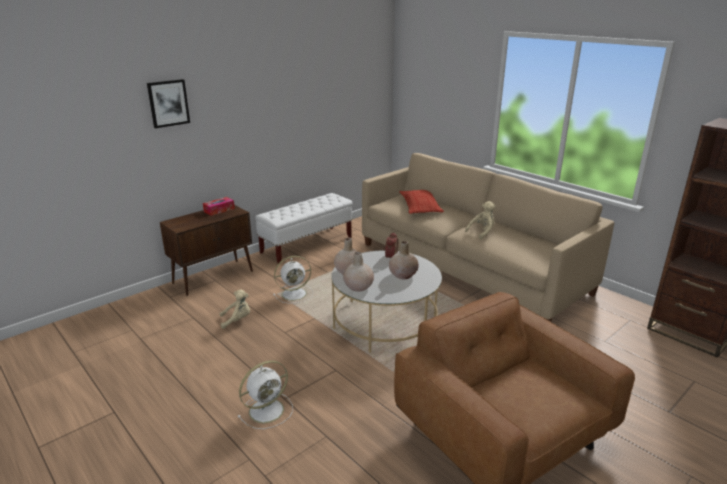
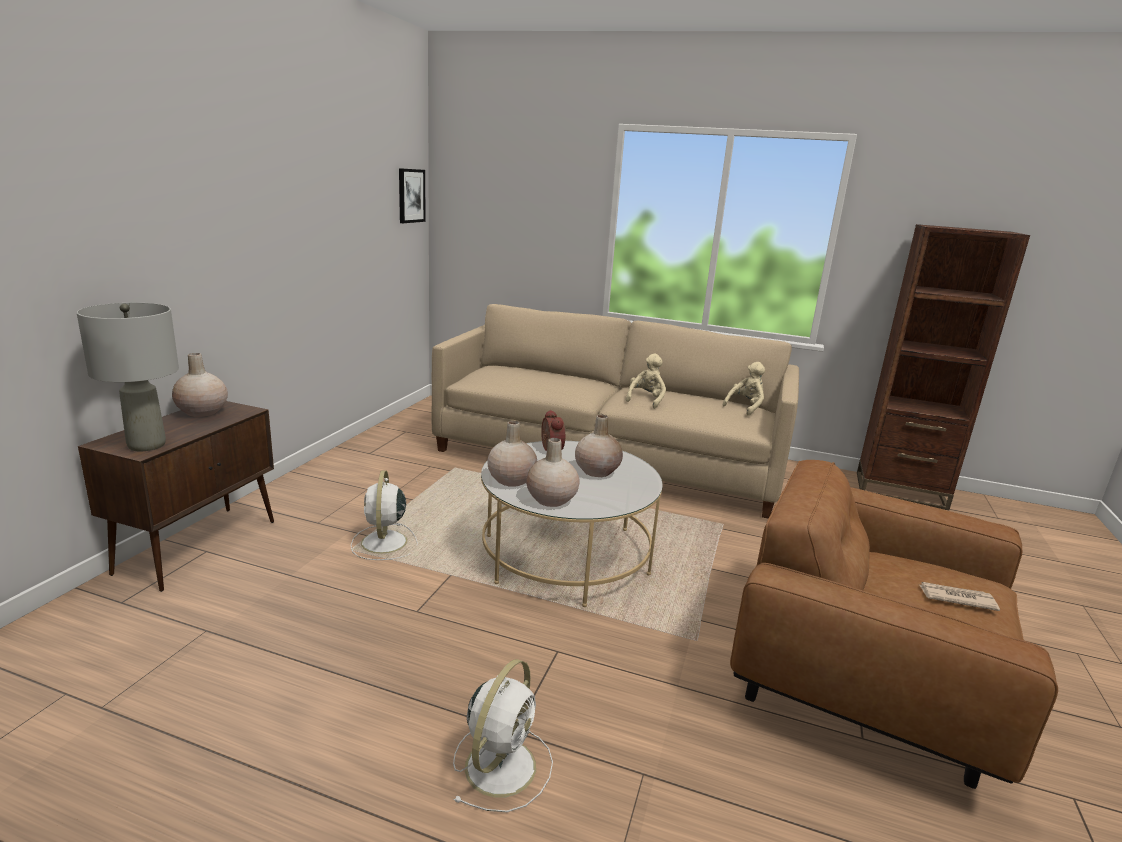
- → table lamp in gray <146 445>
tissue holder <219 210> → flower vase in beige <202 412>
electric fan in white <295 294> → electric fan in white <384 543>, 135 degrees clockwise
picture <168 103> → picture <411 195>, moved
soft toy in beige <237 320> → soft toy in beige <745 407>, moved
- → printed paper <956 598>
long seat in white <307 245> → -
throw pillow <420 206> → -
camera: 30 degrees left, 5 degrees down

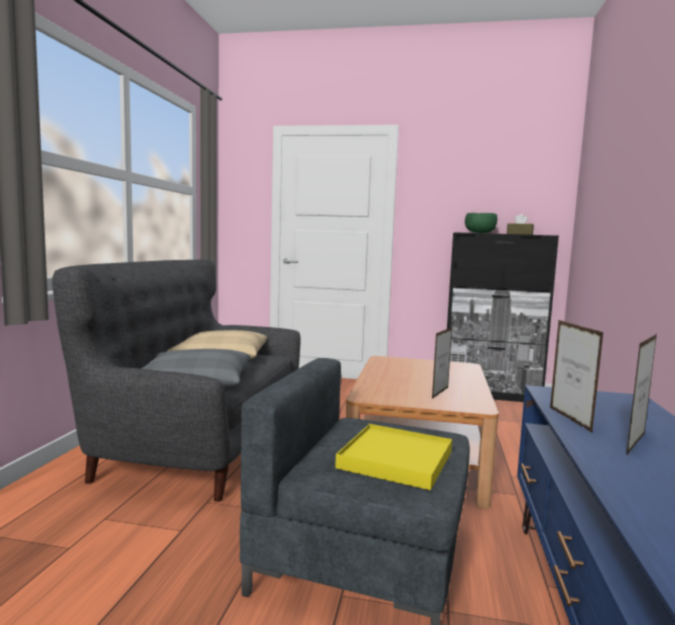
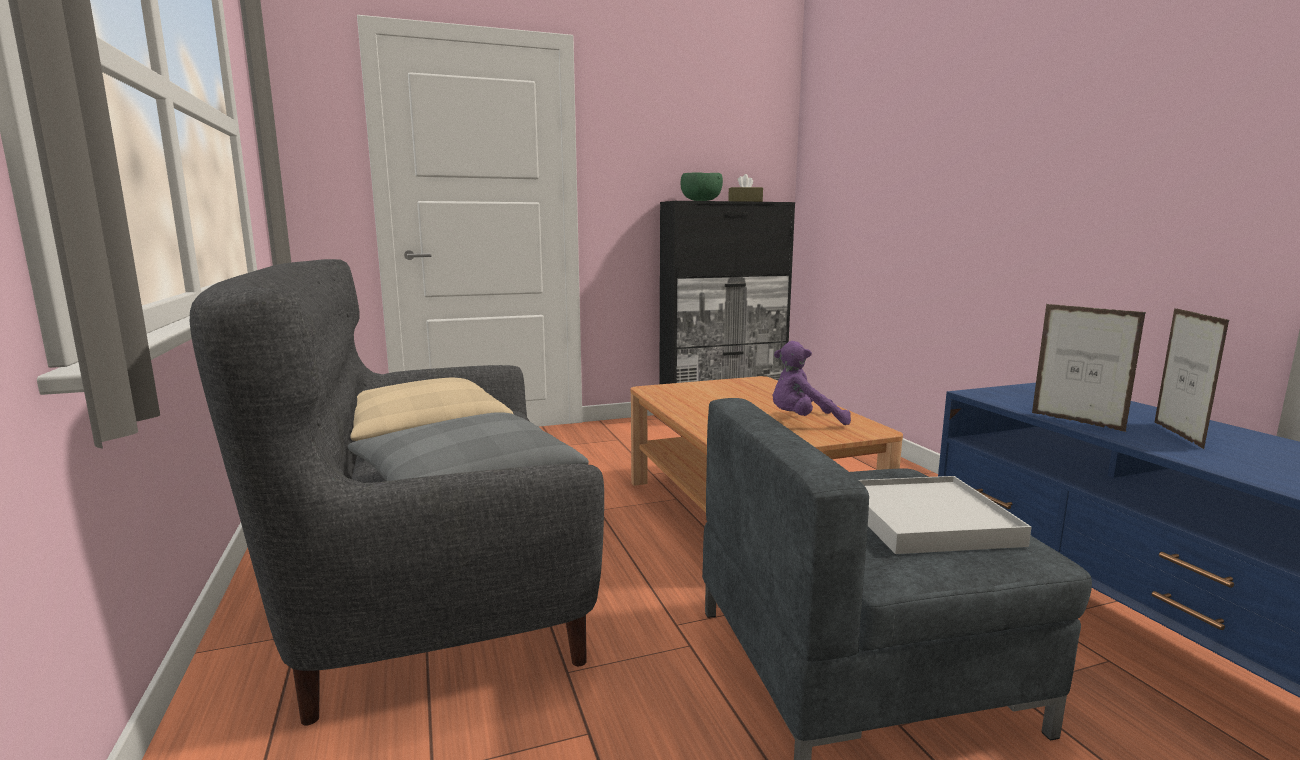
standing frame <440 393> → soft toy in purple <803 421>
tray in yellow-coloured <395 459> → tray in white <926 520>
camera: 30 degrees left, 5 degrees up

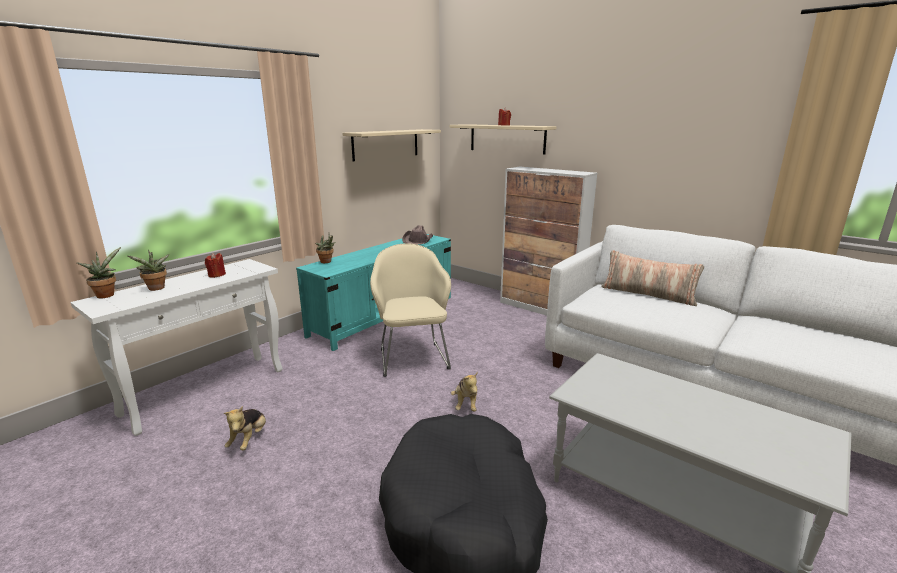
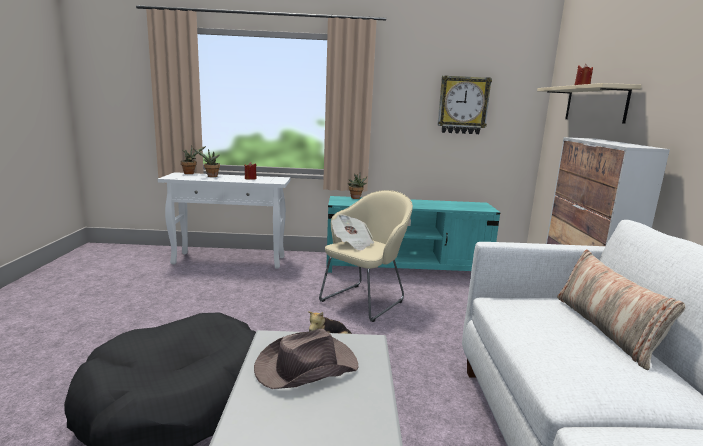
clothing hat in brownish <418 240> → clothing hat in brownish <305 367>, moved
- → printed paper <352 243>
wall shelf in beige <386 144> → wall clock <463 105>
soft toy <249 439> → -
camera: 50 degrees right, 5 degrees down

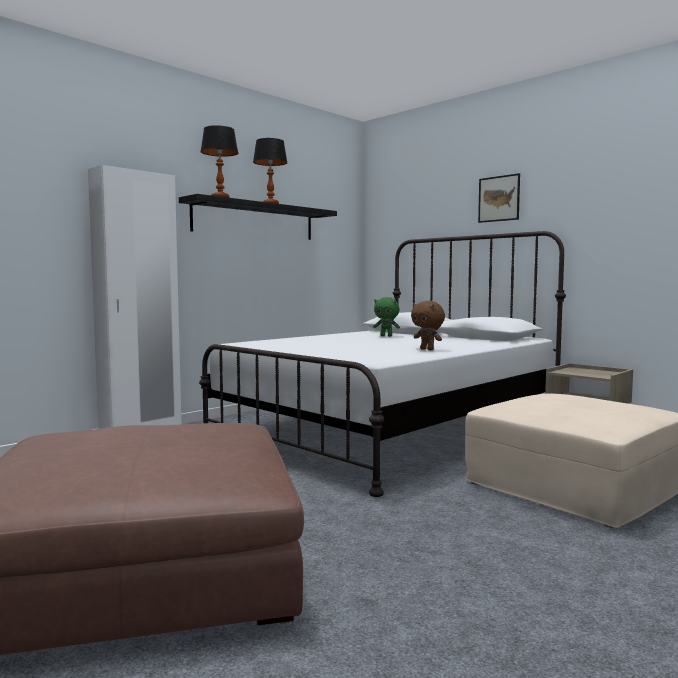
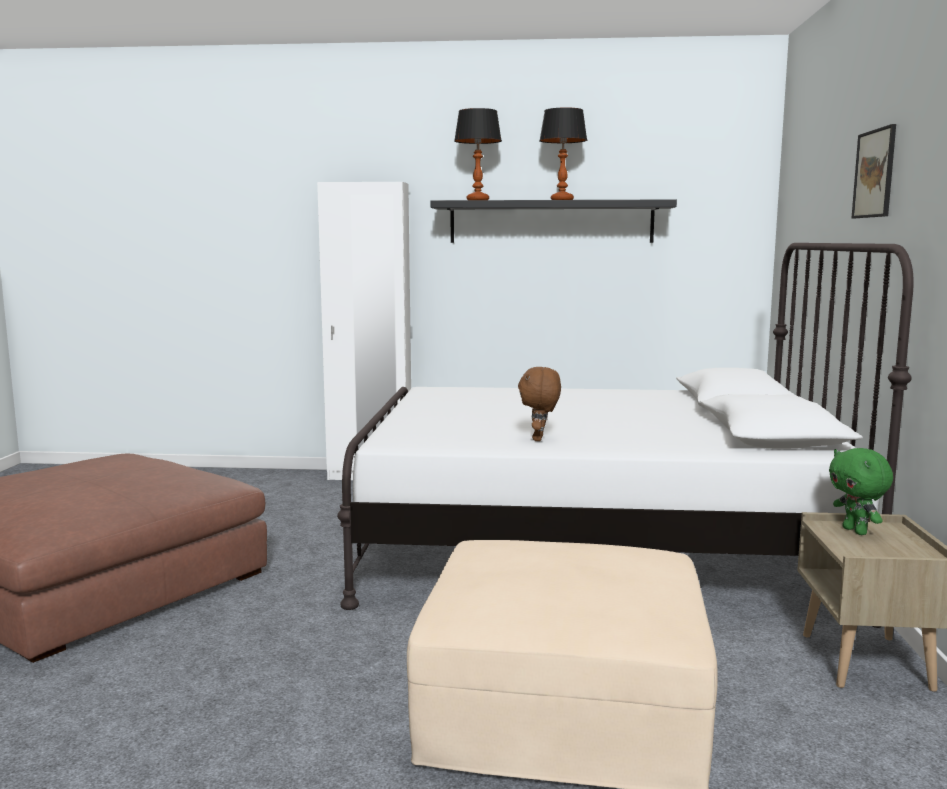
soft toy in green <386 336> → soft toy in green <856 531>, moved
camera: 50 degrees right, 5 degrees up

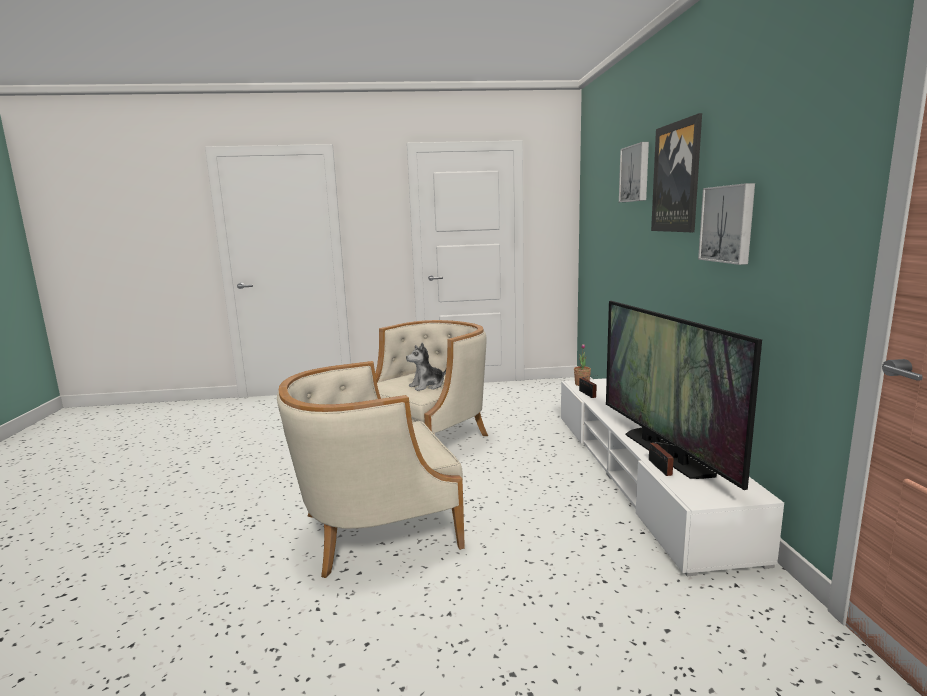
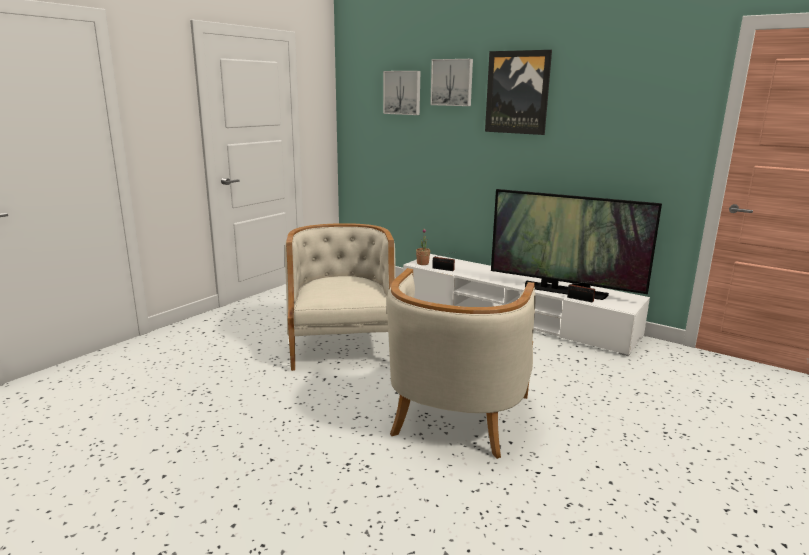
picture <728 224> → picture <402 92>, moved
soft toy <427 386> → -
camera: 50 degrees left, 5 degrees up

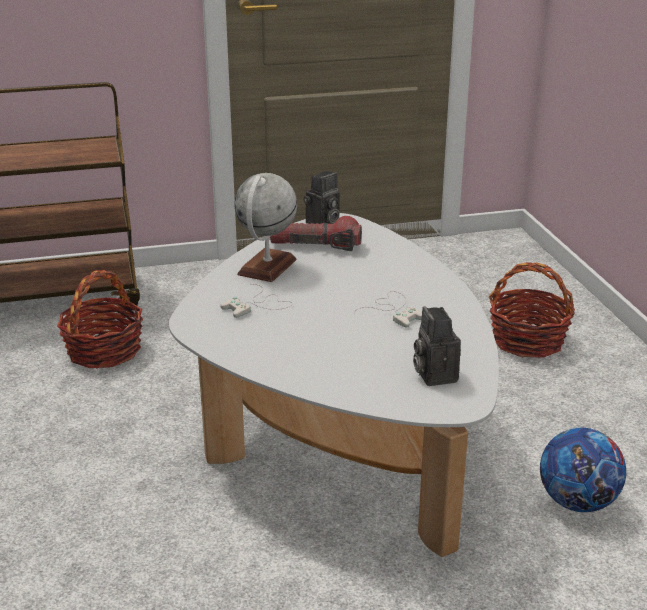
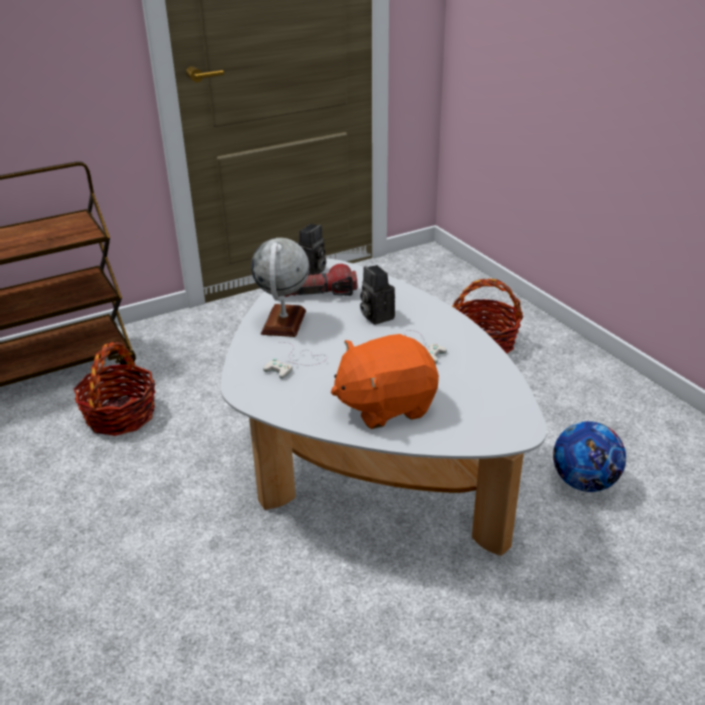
- → soft toy in orangey <385 405>
photo camera <433 375> → photo camera <375 316>, moved
camera: 15 degrees left, 5 degrees up

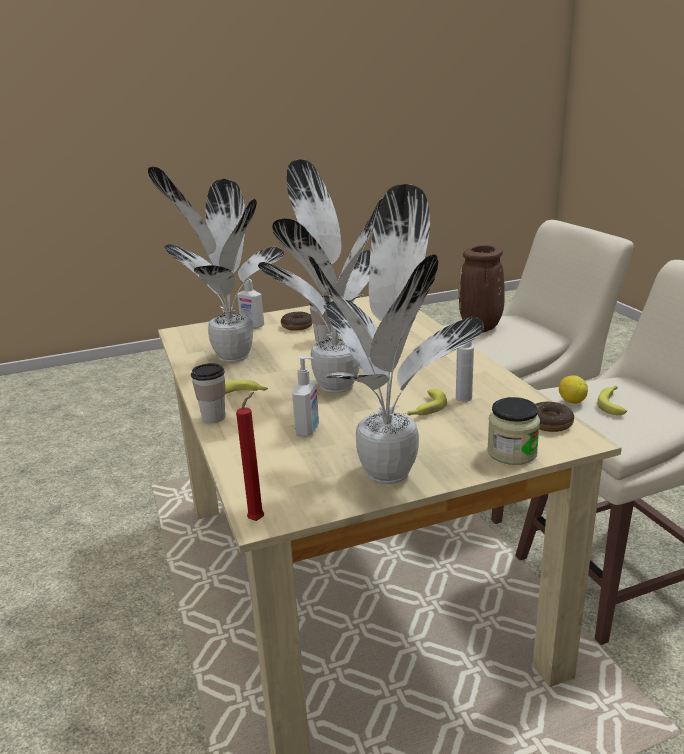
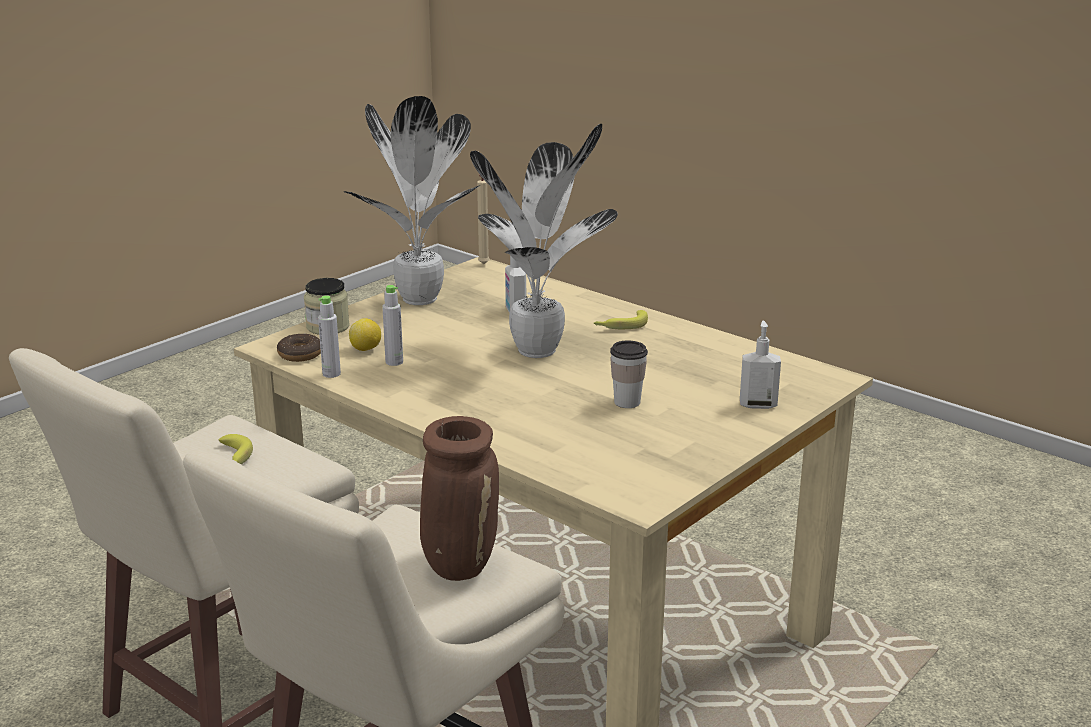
- → drink bottle in gray <331 374>
citrus fruit <571 401> → citrus fruit <366 349>, moved
candle in red <258 519> → candle in beige <483 265>
plant in a pot <230 357> → -
small cup <213 417> → -
donut <297 326> → -
whole banana <424 409> → -
camera: 150 degrees right, 0 degrees up

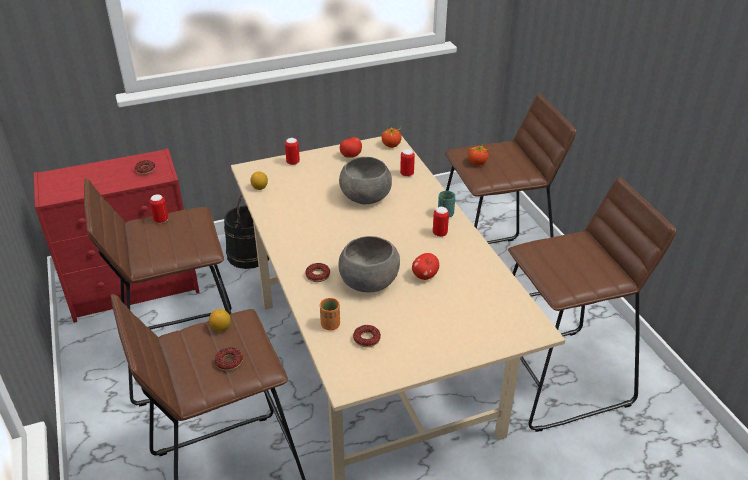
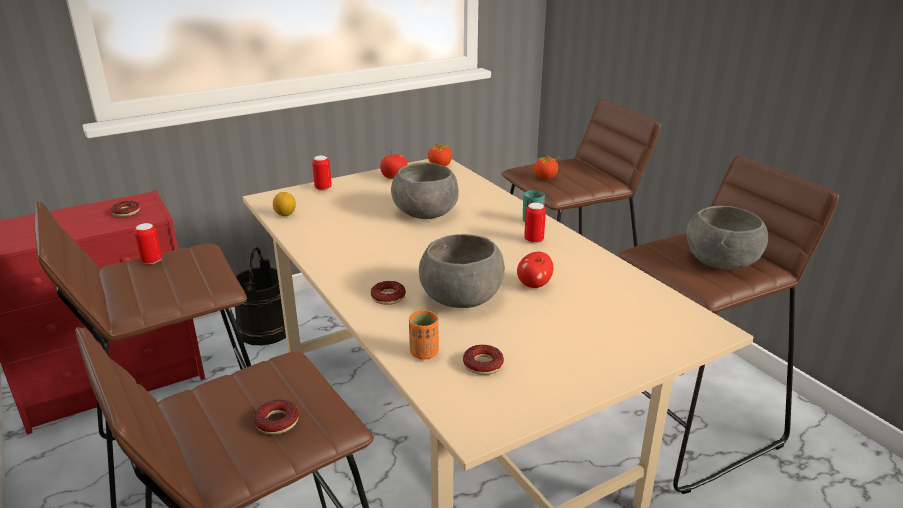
- → deep dish in gray <721 261>
citrus fruit <221 328> → -
sealed can <407 174> → -
camera: 10 degrees left, 10 degrees down

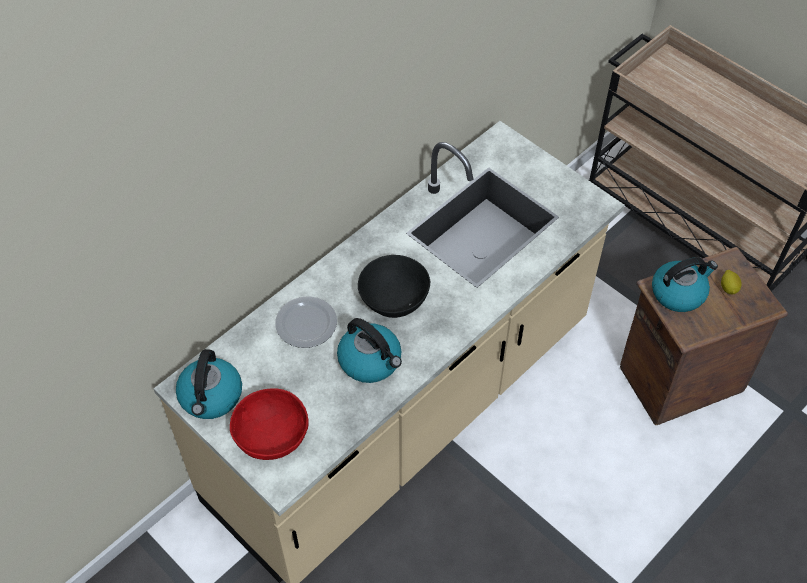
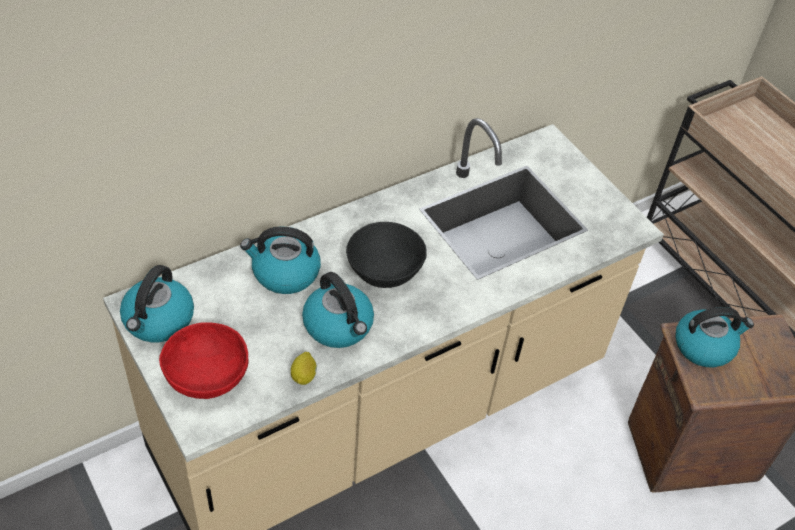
flat dish <307 324> → water kettle <284 273>
citrus fruit <728 288> → citrus fruit <304 376>, moved
camera: 10 degrees right, 5 degrees down

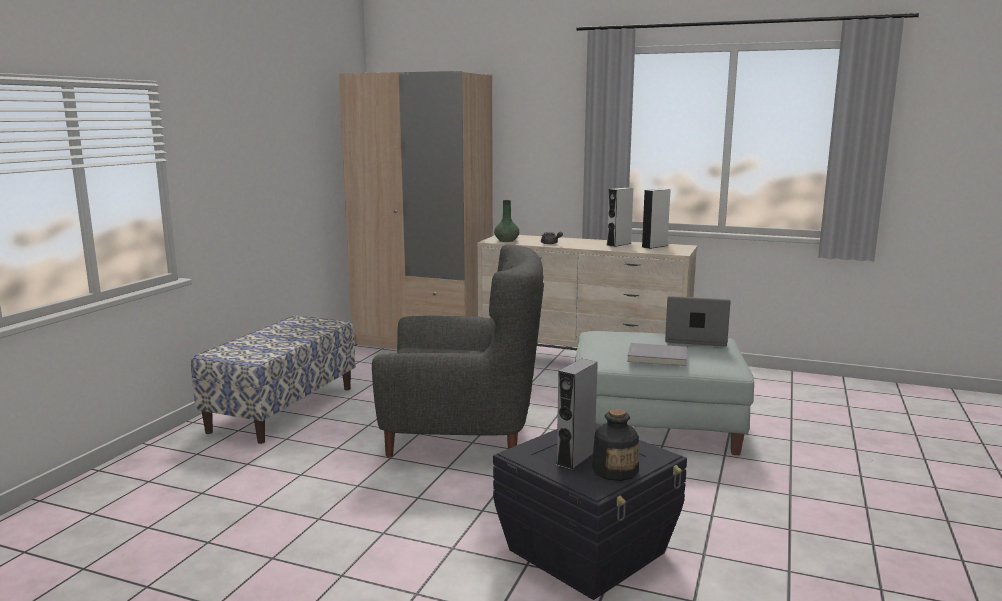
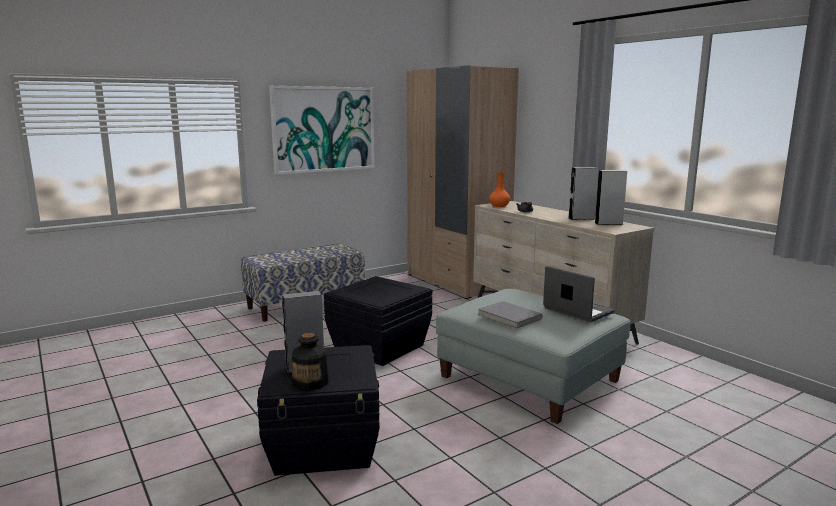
- → picture <324 129>
lounge chair in gray <463 434> → storage bin in blackish <378 347>
flower vase in green <506 240> → flower vase in orangey <499 206>
camera: 35 degrees right, 0 degrees up

